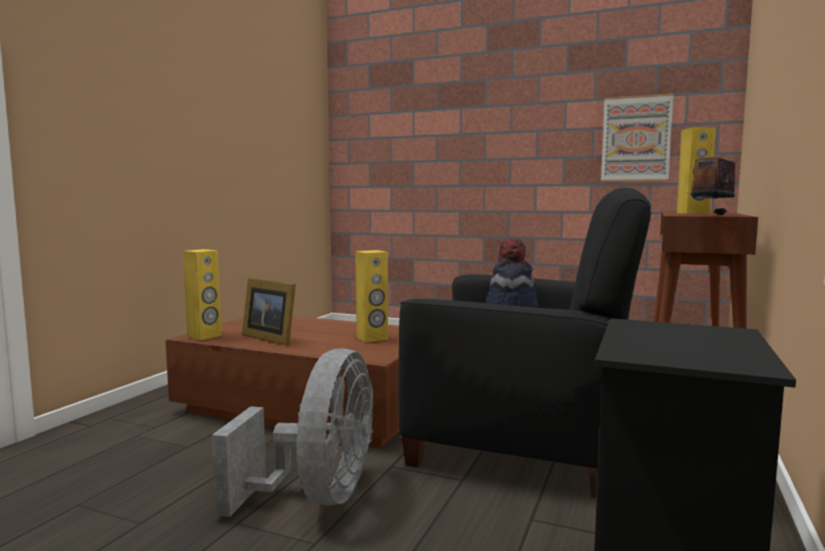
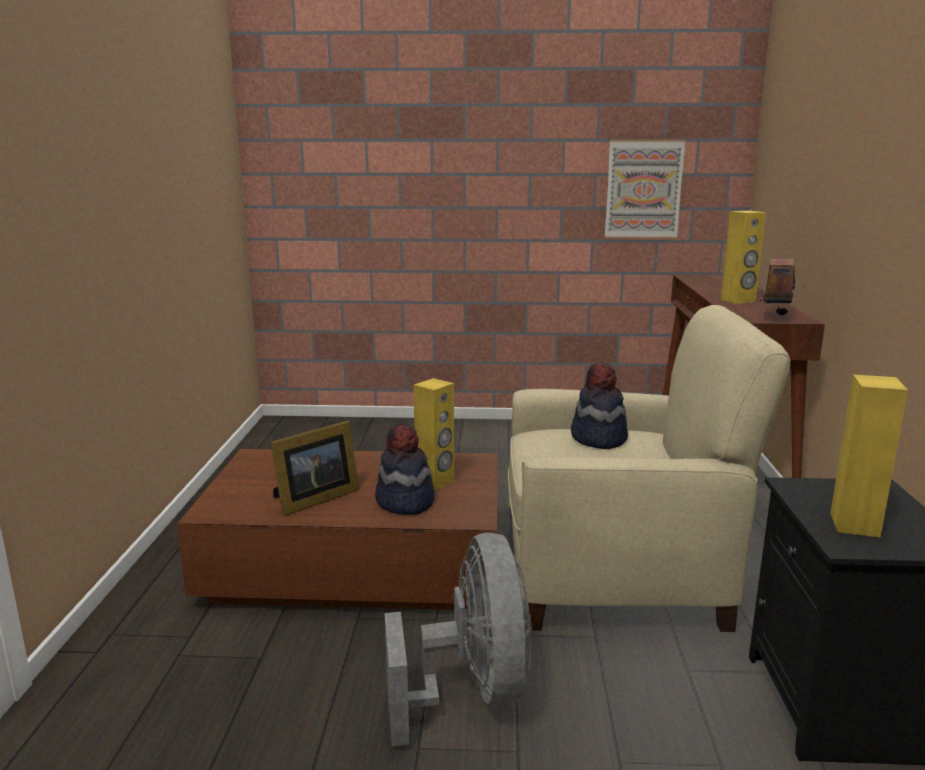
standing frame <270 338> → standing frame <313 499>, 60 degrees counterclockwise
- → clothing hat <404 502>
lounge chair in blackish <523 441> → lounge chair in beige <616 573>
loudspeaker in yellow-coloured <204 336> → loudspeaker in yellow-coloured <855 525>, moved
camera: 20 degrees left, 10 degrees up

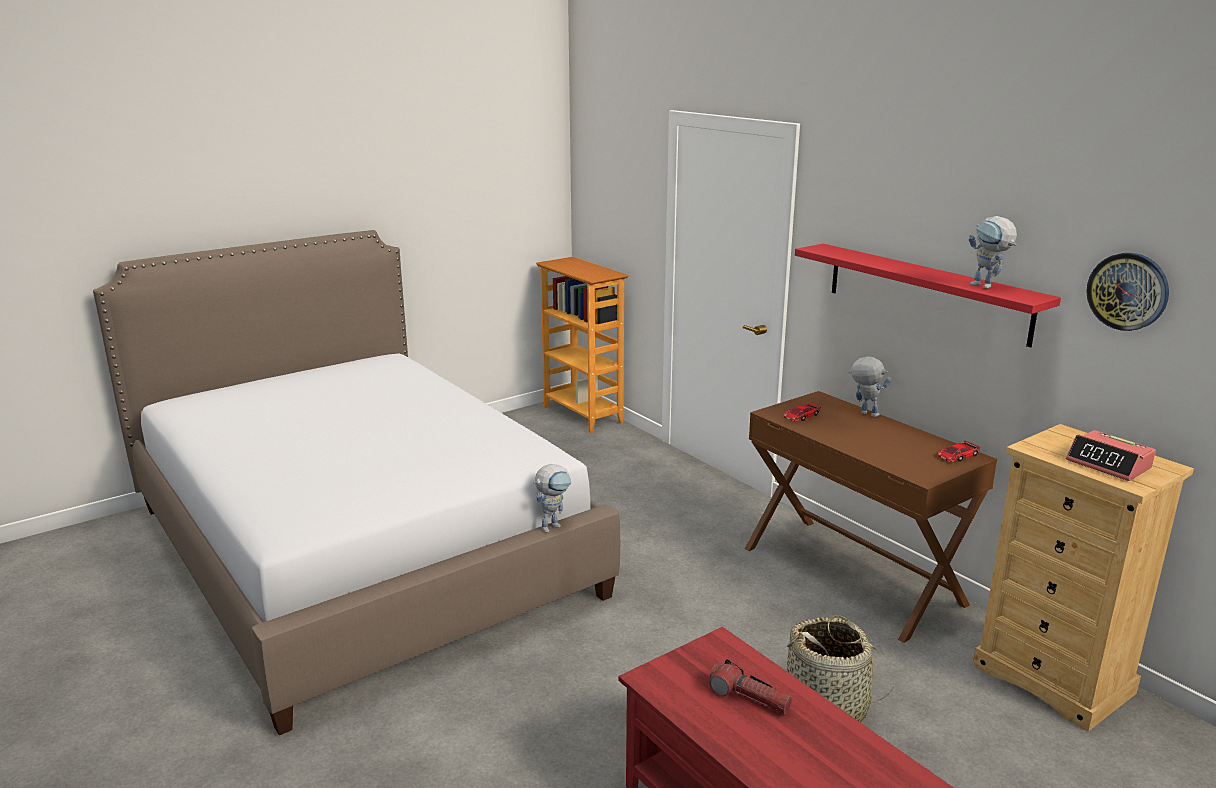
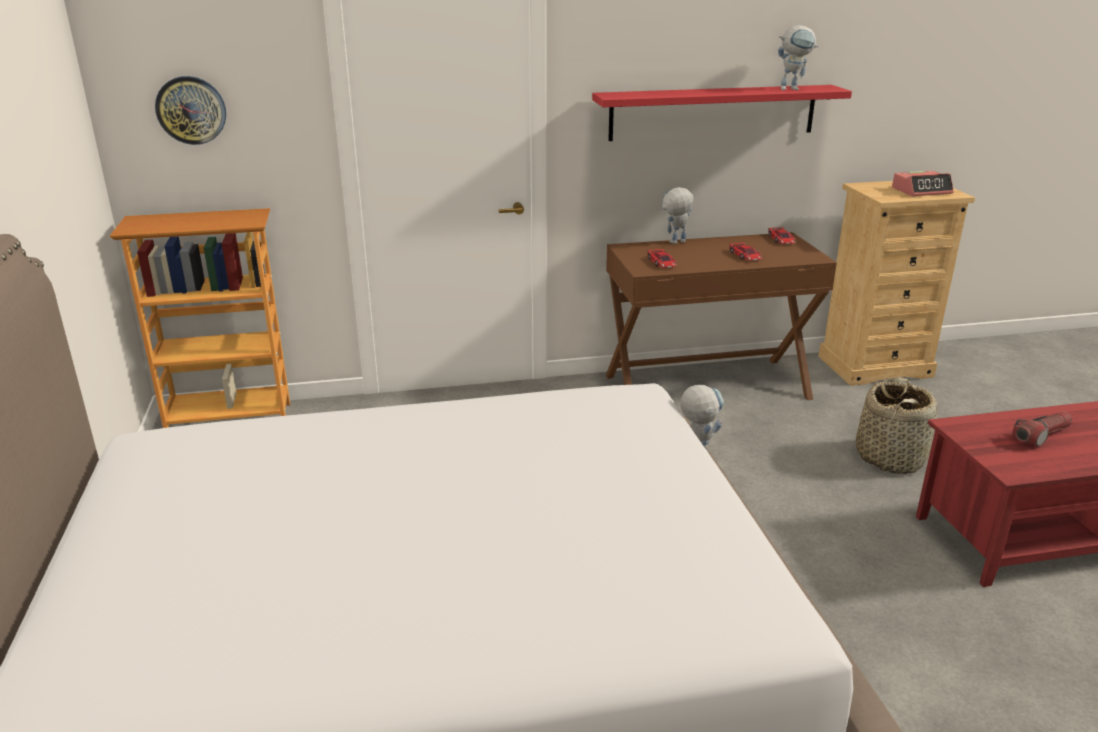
wall clock <1128 291> → wall clock <191 110>, moved
- → model car <745 256>
camera: 65 degrees left, 5 degrees up

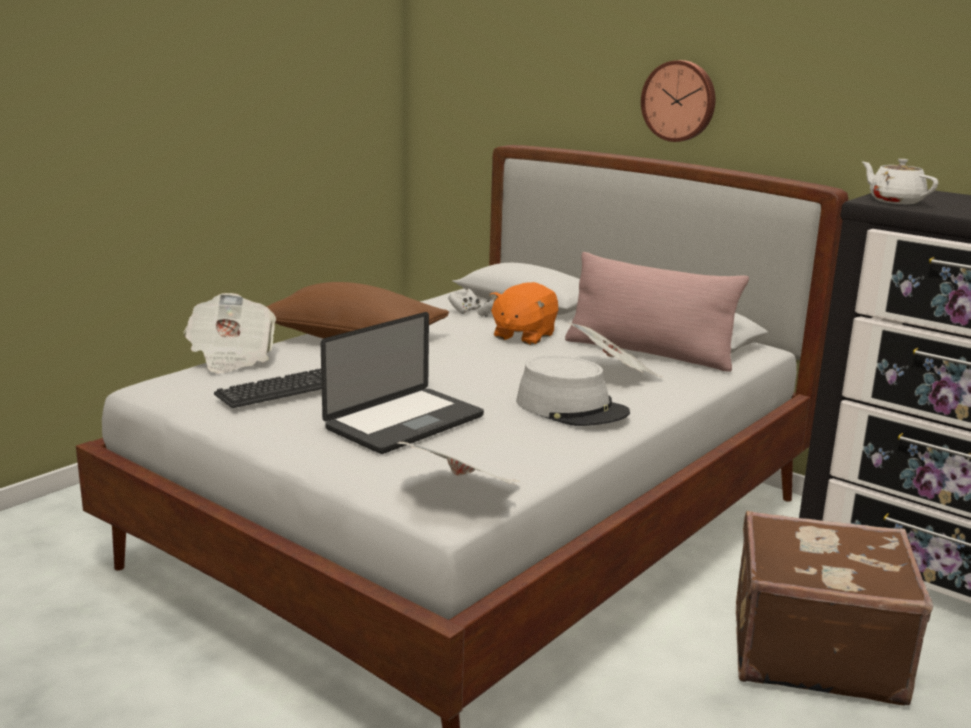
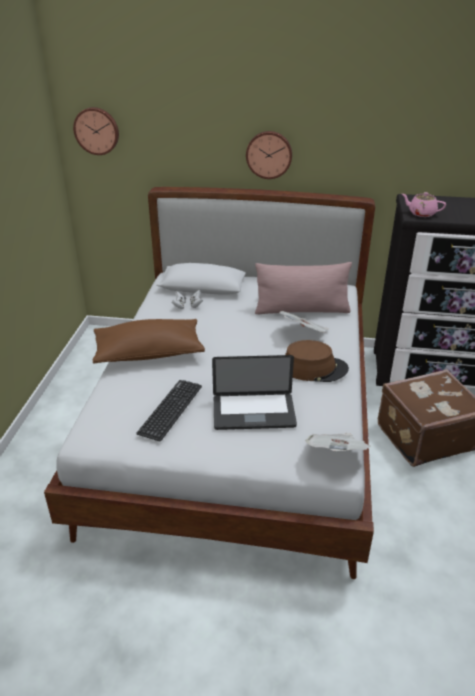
- → wall clock <97 130>
portable computer <405 423> → portable computer <253 412>, 75 degrees clockwise
clothing hat in gray <572 408> → clothing hat in brownish <314 368>
tea pot in white <894 201> → tea pot in pink <421 213>
printed paper <231 357> → -
soft toy in orangey <523 336> → -
camera: 30 degrees left, 15 degrees up

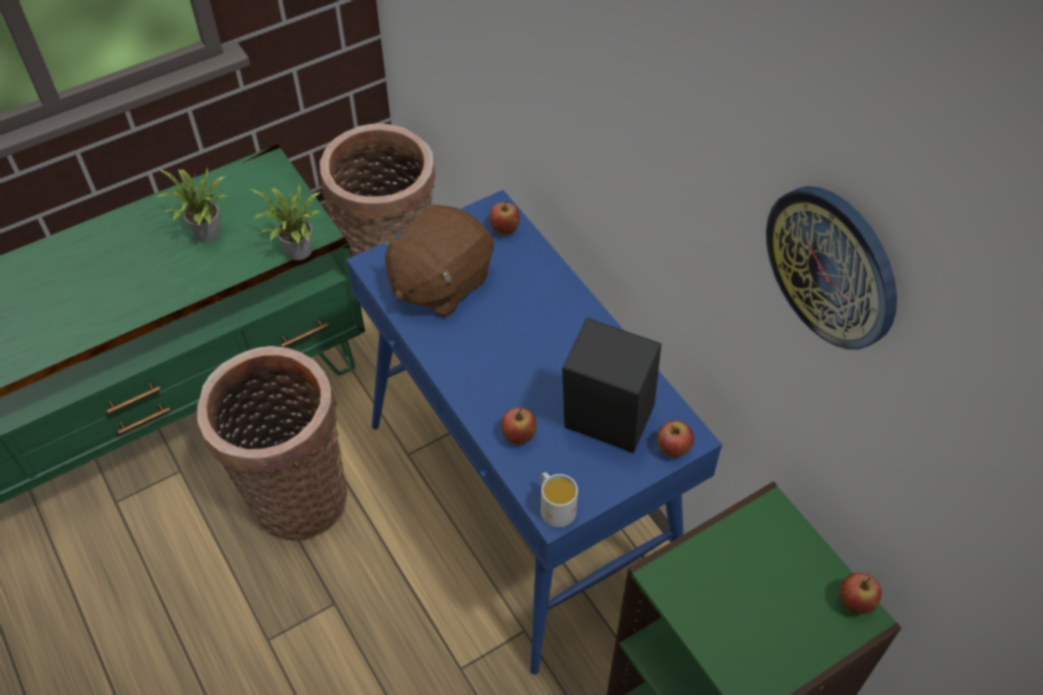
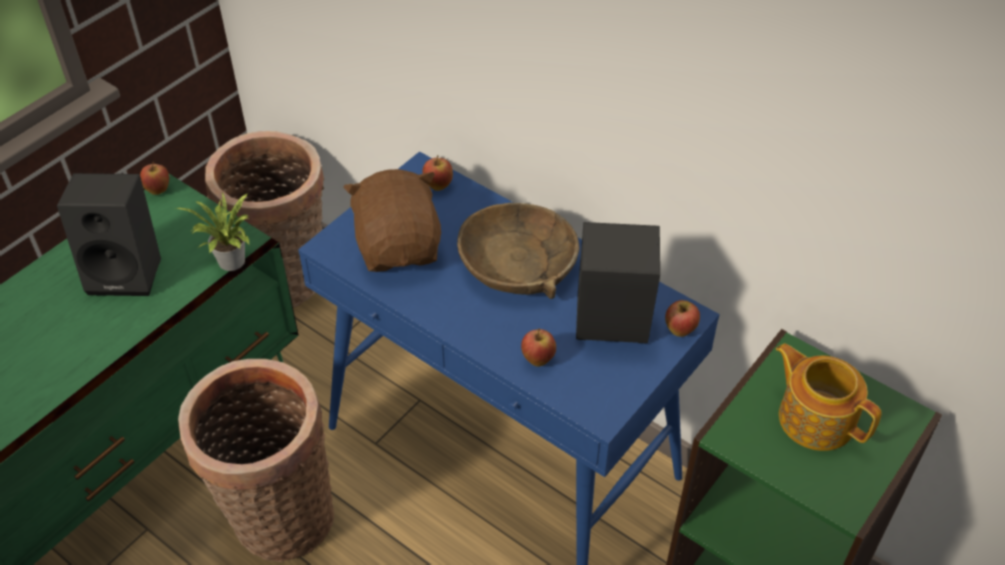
plant in a pot <206 235> → loudspeaker in blackish <128 271>
apple fruit <854 603> → apple fruit <158 190>, moved
soft toy in brownish <440 282> → soft toy in brownish <399 246>, 150 degrees clockwise
- → deep dish in brownish <518 264>
- → tea pot <815 417>
mug in white <554 507> → -
wall clock <833 266> → -
camera: 20 degrees left, 5 degrees down

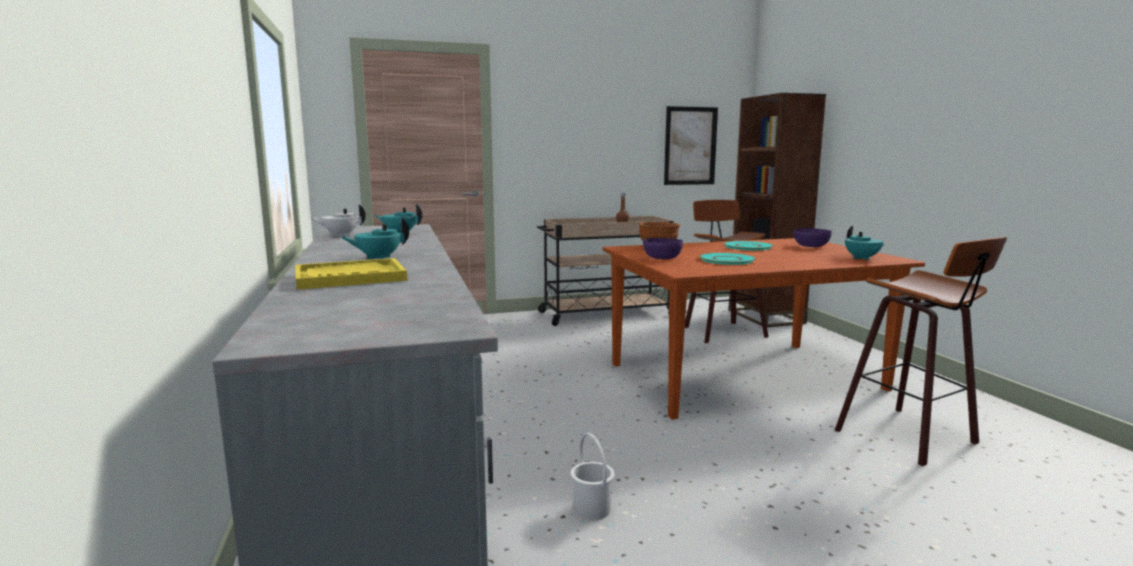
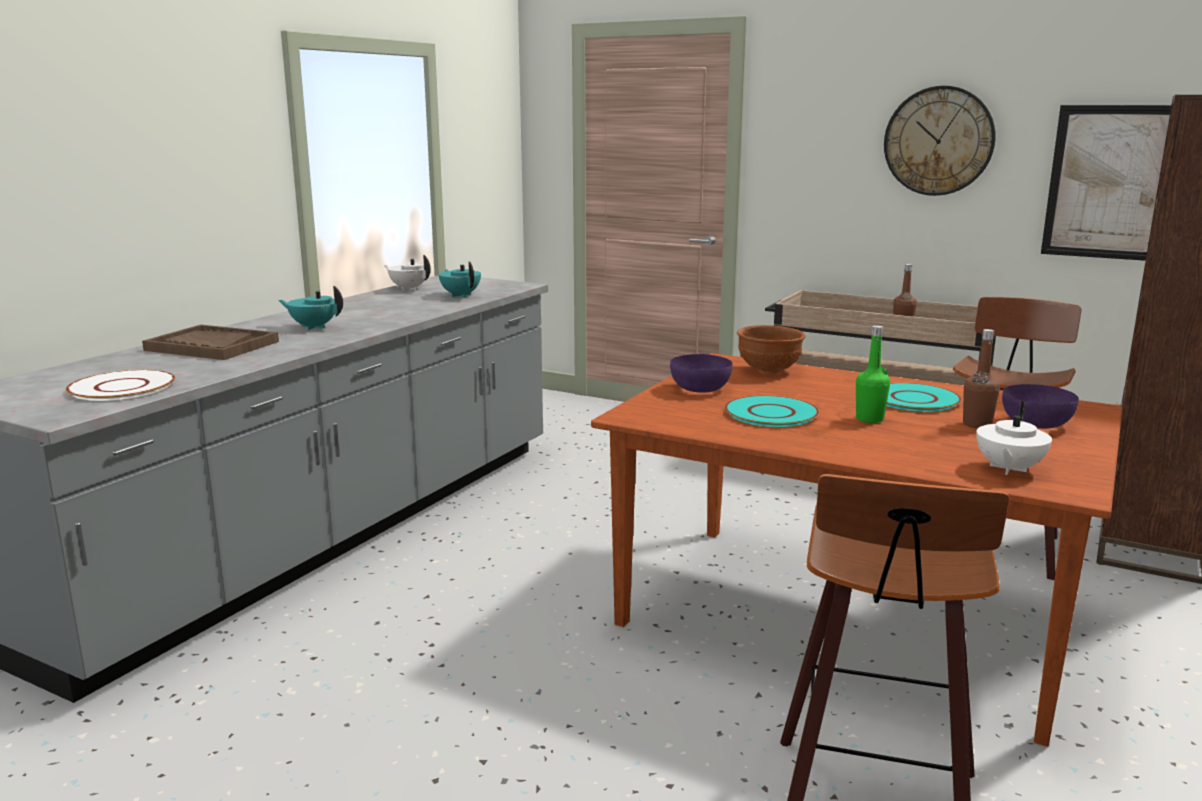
- → flat dish in white <122 387>
tray in yellow-coloured <350 277> → tray in brownish <211 346>
- → drink bottle in green <869 419>
- → wall clock <938 141>
- → drink bottle in brownish <977 424>
tea pot in blue-green <862 258> → tea pot in white <1008 469>
pail in white <591 509> → -
camera: 45 degrees right, 5 degrees up

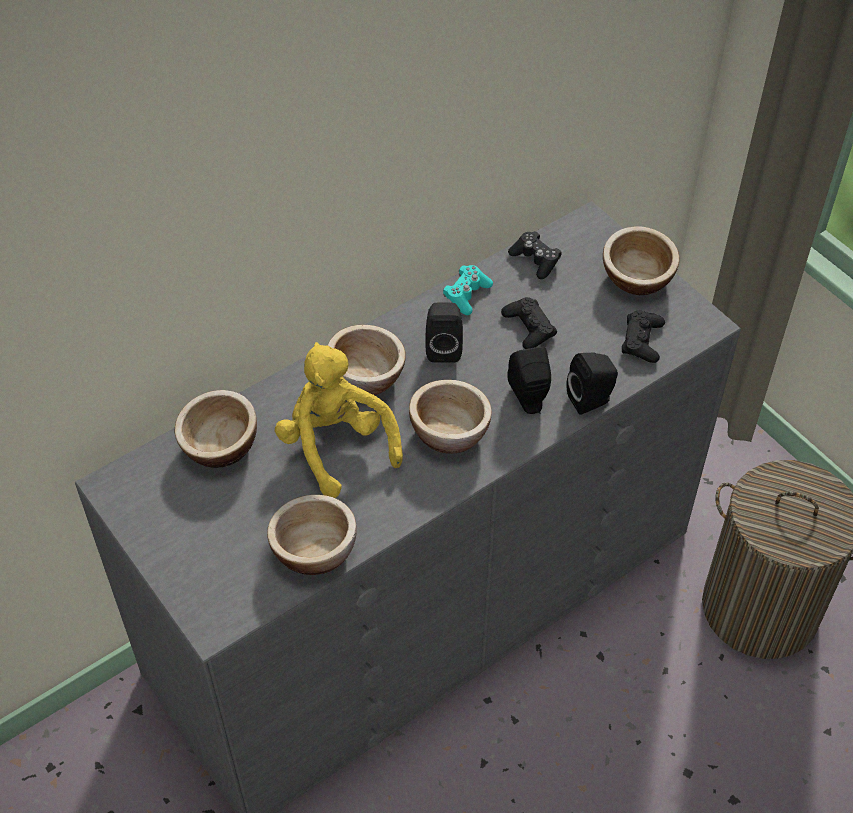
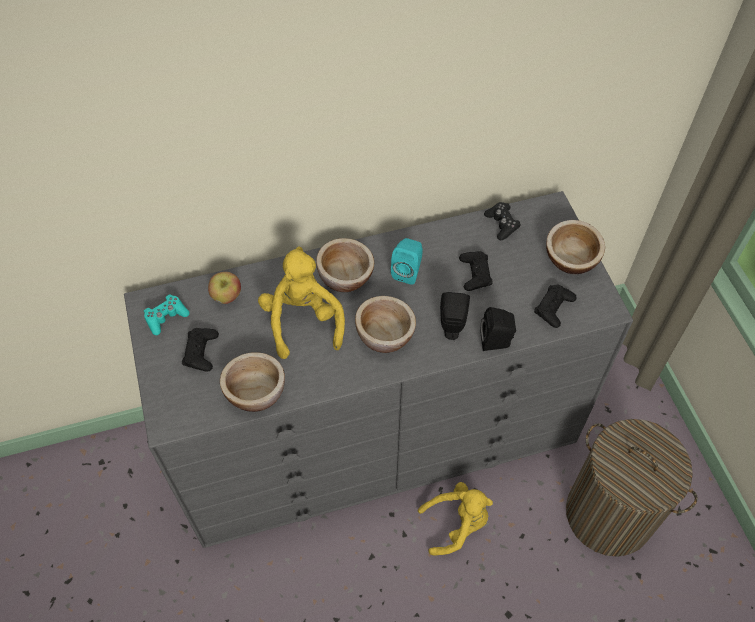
joypad in blue-green <466 295> → joypad in blue-green <166 317>, moved
- → joypad in blackish <201 352>
deep dish <220 445> → apple fruit <226 296>
loudspeaker in blackish <443 348> → loudspeaker in blue-green <407 271>
- → soft toy in yellow-coloured <456 524>
camera: 20 degrees right, 5 degrees up

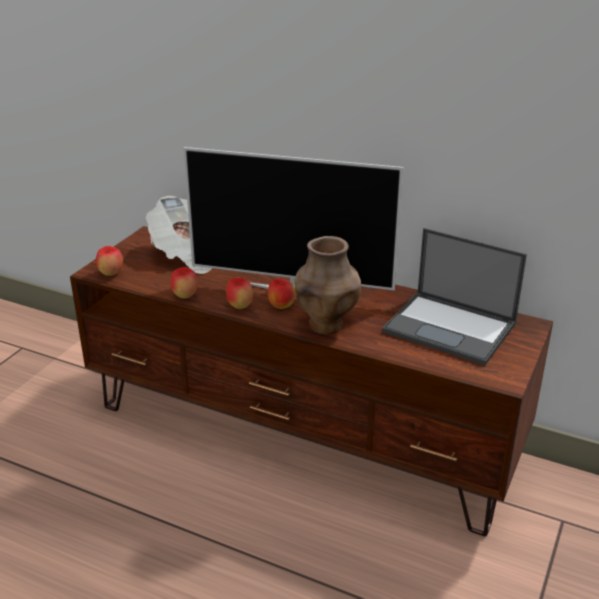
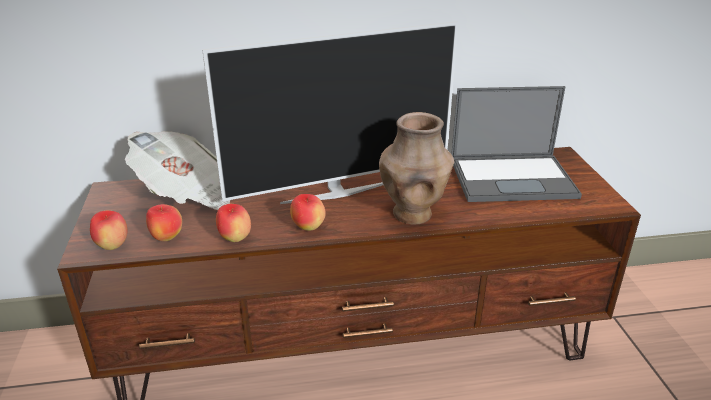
apple fruit <281 306> → apple fruit <166 238>, moved
camera: 35 degrees left, 0 degrees up

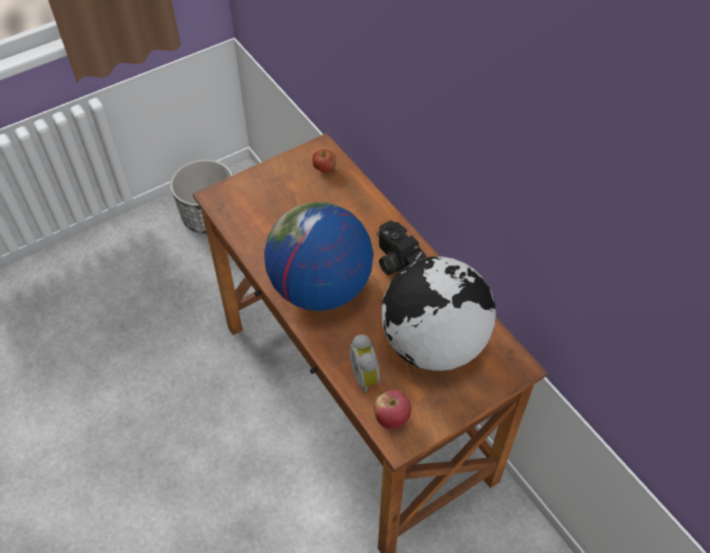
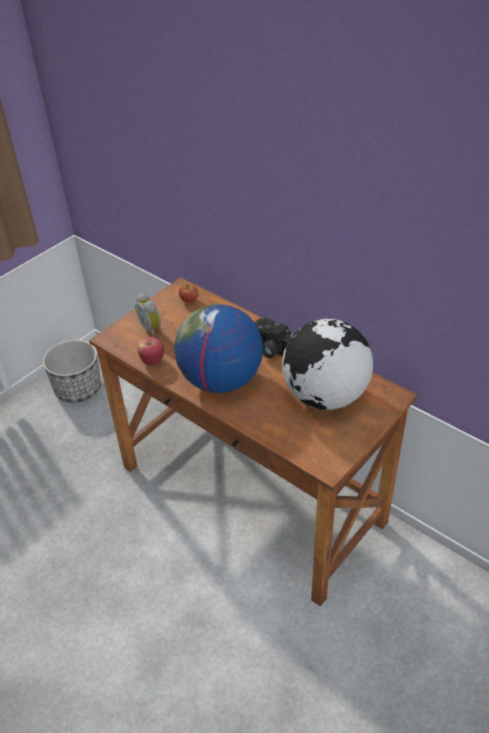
alarm clock <367 376> → alarm clock <152 328>, moved
apple fruit <391 418> → apple fruit <152 361>, moved
camera: 15 degrees left, 10 degrees down

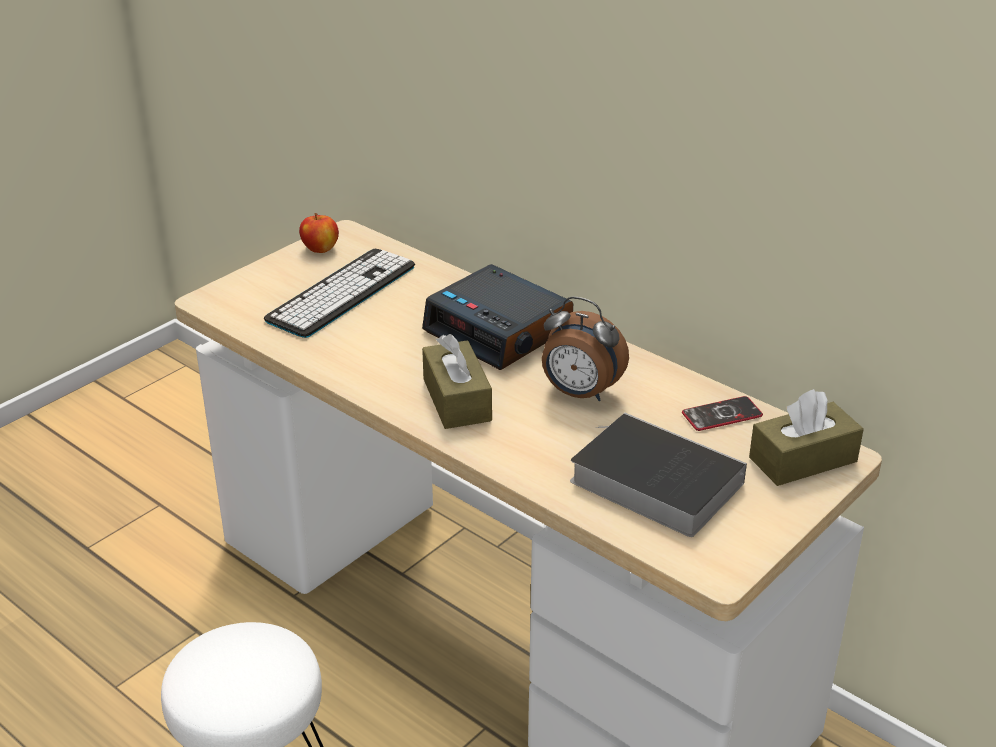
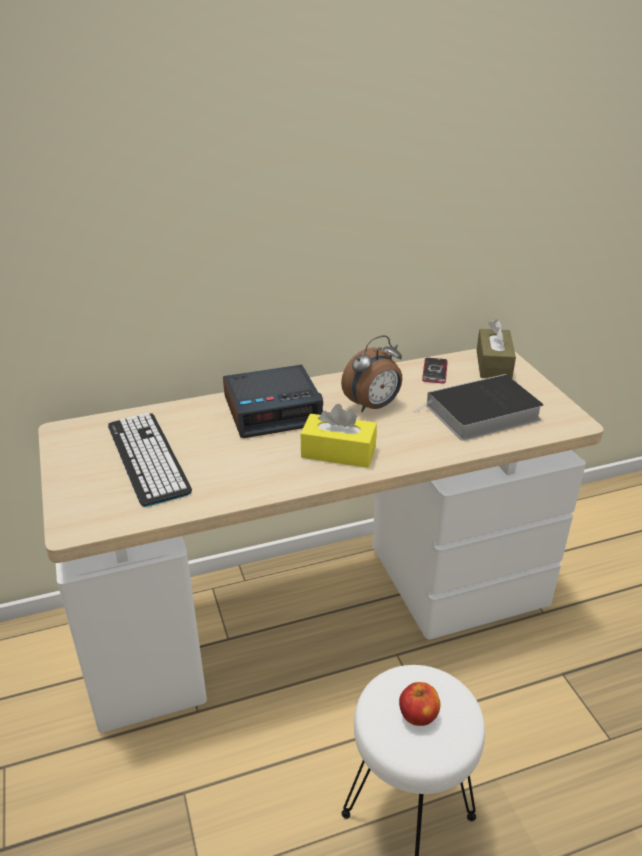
tissue holder in brownish <457 400> → tissue holder in yellow-coloured <338 452>
apple fruit <320 249> → apple fruit <418 716>, moved
camera: 60 degrees left, 0 degrees up

